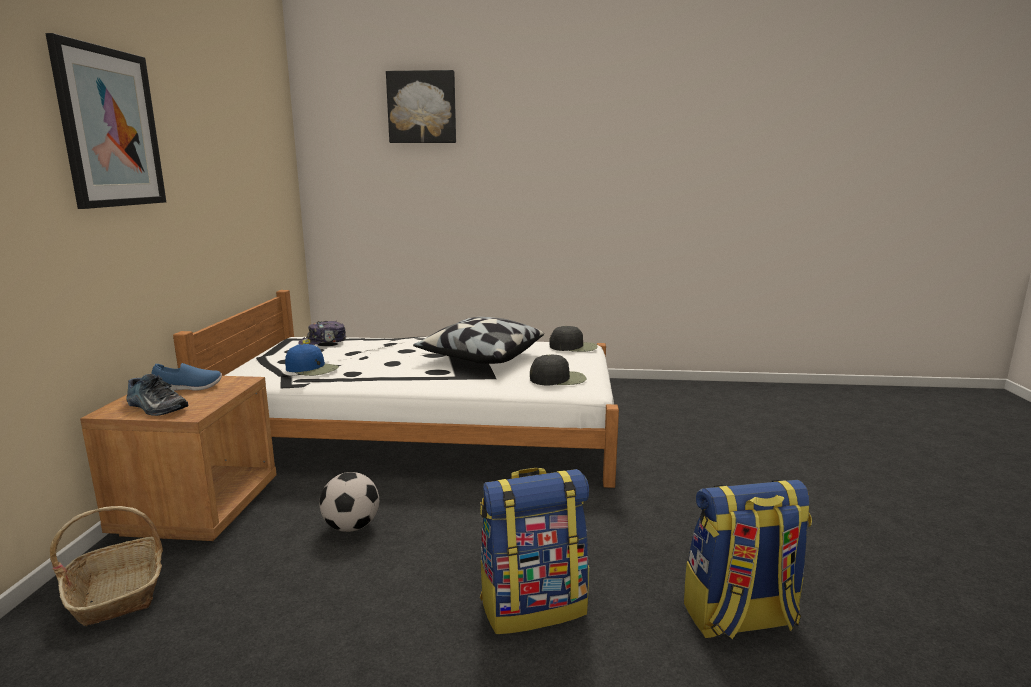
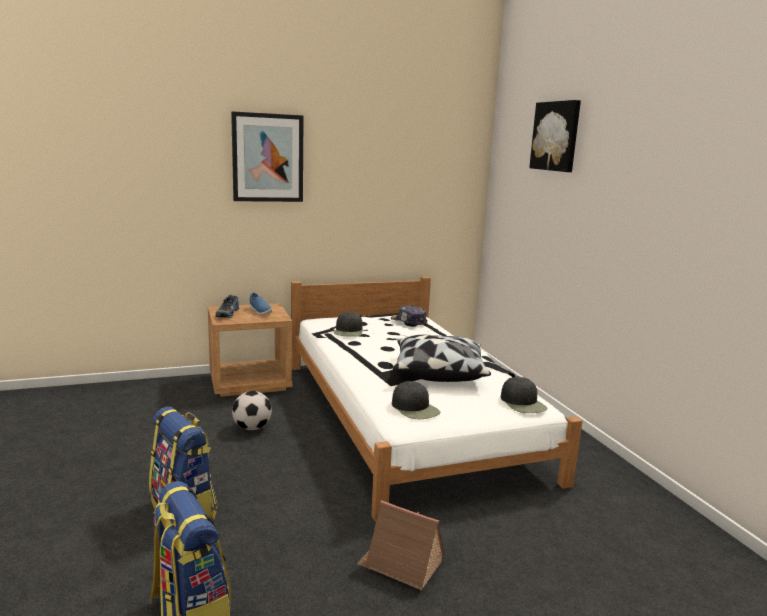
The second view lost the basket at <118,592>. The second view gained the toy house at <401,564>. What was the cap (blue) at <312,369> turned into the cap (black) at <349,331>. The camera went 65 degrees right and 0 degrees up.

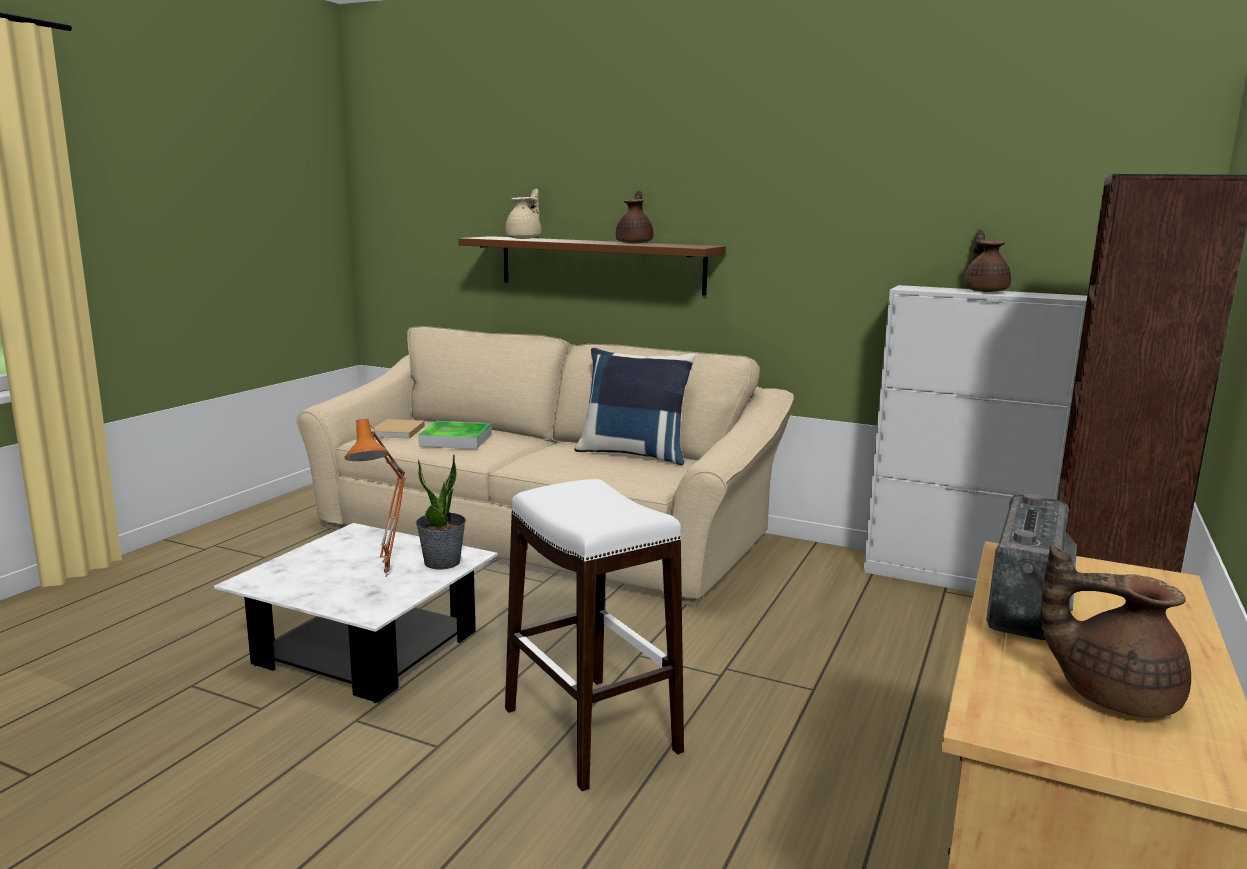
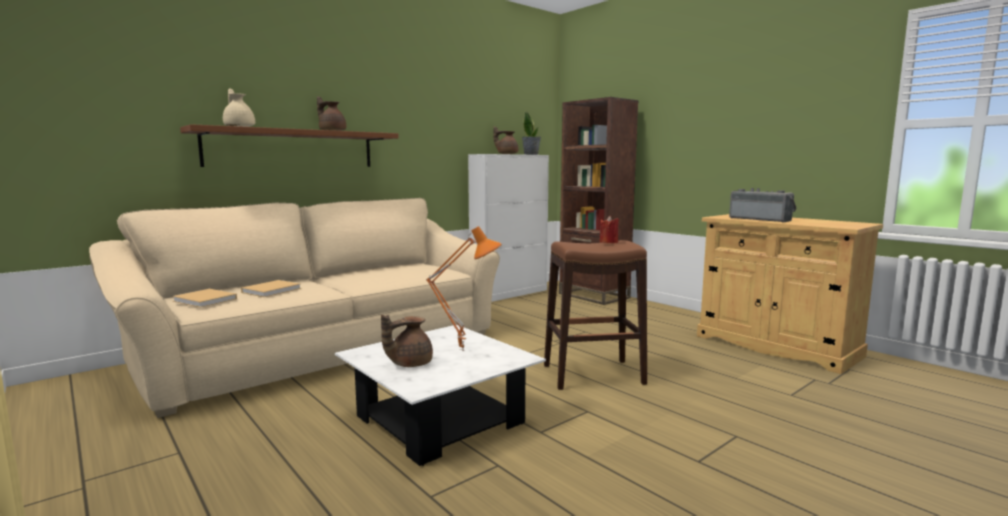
The second view lost the pillow (blue) at <634,454>. The second view gained the candle (red) at <608,242>. The potted plant ended up elsewhere, having gone from <442,562> to <531,154>. The teapot (brown) ended up elsewhere, having gone from <1112,694> to <409,364>. Where the tray stood at <456,440>, the book (beige) came to stand at <273,290>. What was the stool (white) at <592,730> turned into the stool (brown) at <593,374>. The camera went 65 degrees left and 5 degrees down.

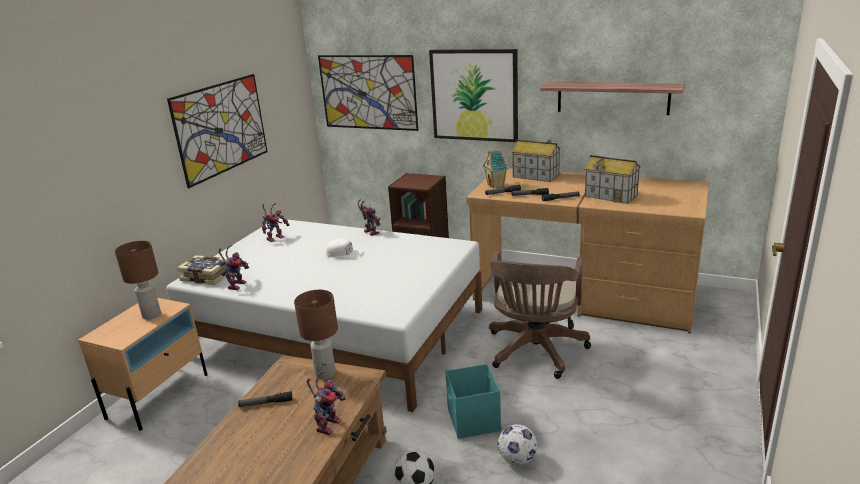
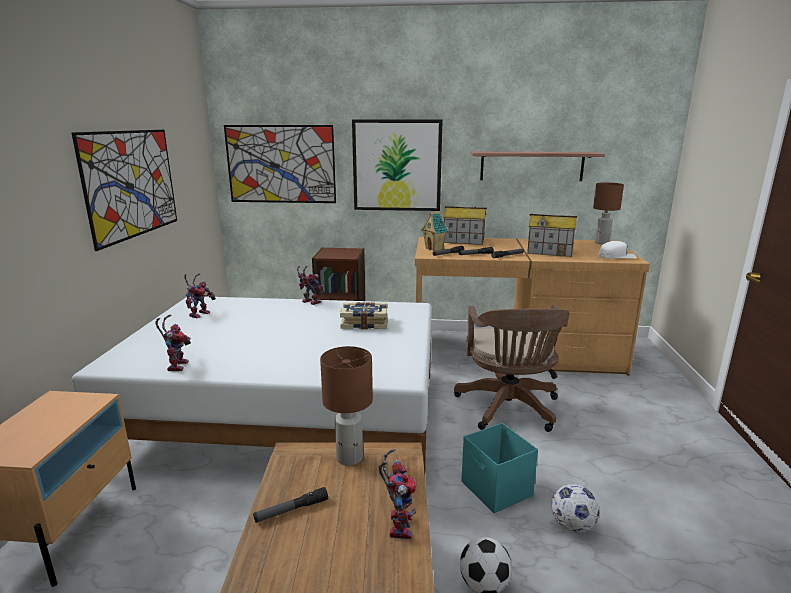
The table lamp (brown) ended up elsewhere, having gone from <151,315> to <602,243>. The book ended up elsewhere, having gone from <207,276> to <364,323>. The cap (white) ended up elsewhere, having gone from <344,254> to <616,256>. The camera went 20 degrees left and 5 degrees down.

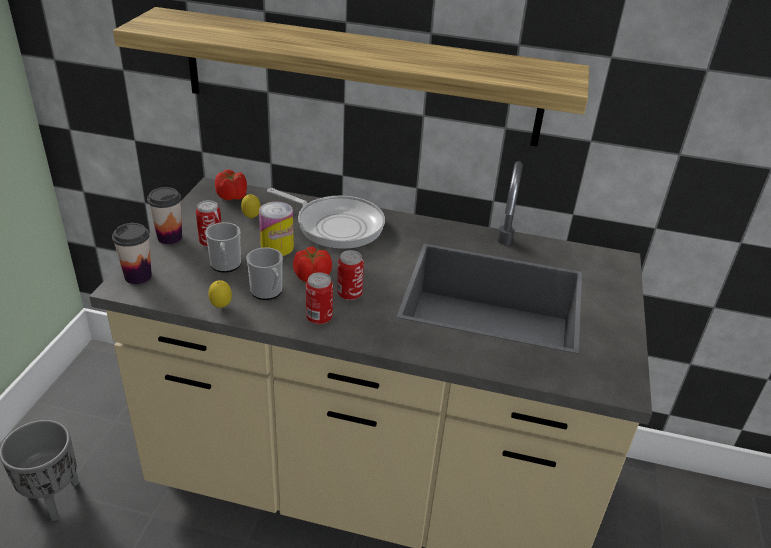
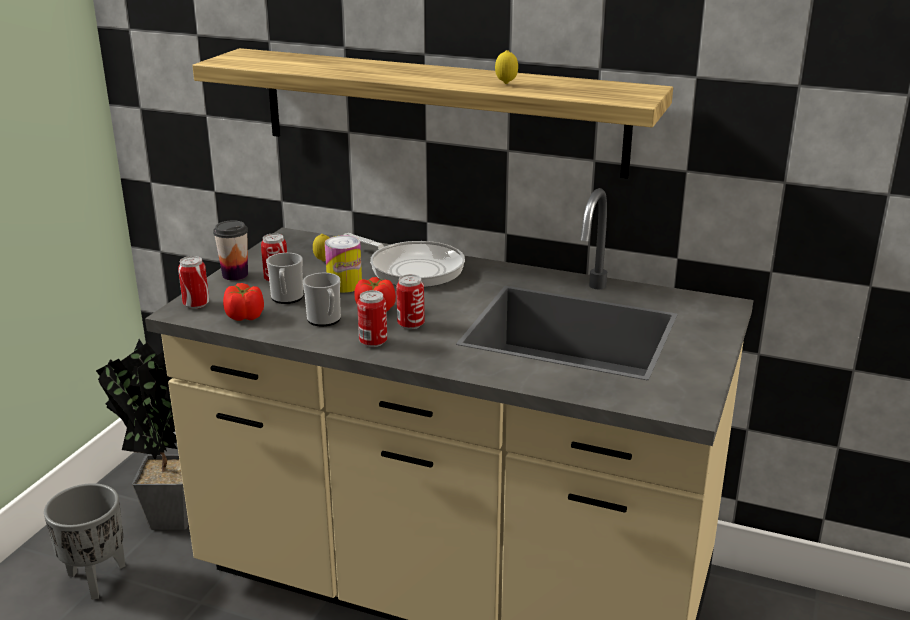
The second view gained the potted plant at <165,515>. The lemon ended up elsewhere, having gone from <221,307> to <506,84>. The tomato ended up elsewhere, having gone from <232,196> to <245,316>. Where the cup stood at <138,276>, the can came to stand at <196,304>. The camera went 10 degrees right and 10 degrees down.

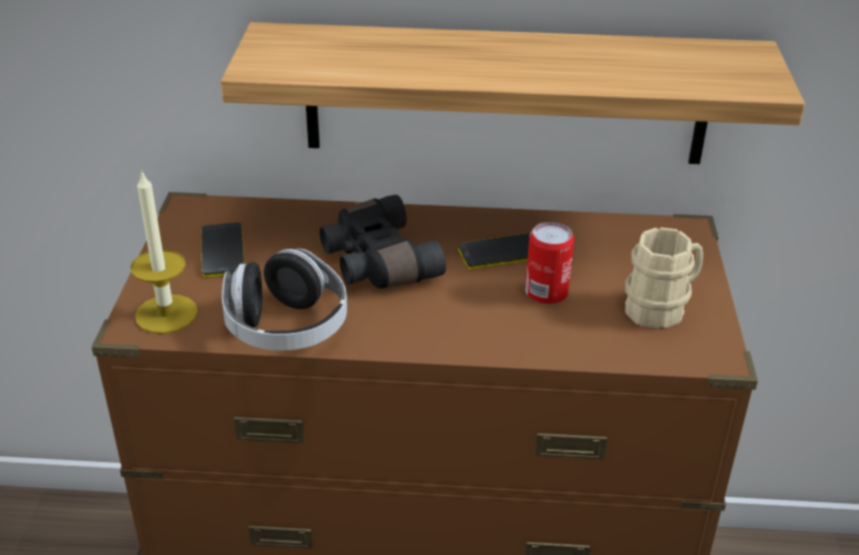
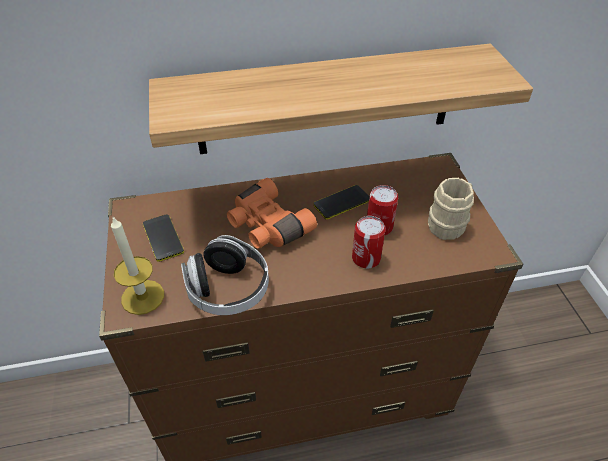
The second view gained the can at <366,258>. What was the binoculars (black) at <376,262> turned into the binoculars (orange) at <267,226>. The camera went 15 degrees left and 10 degrees up.

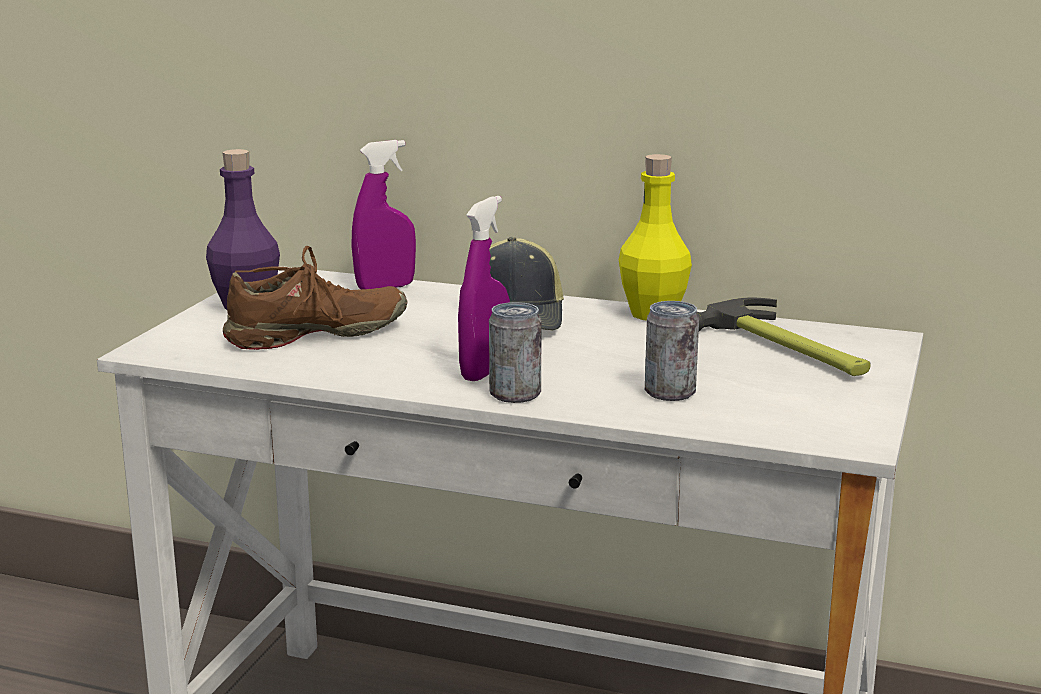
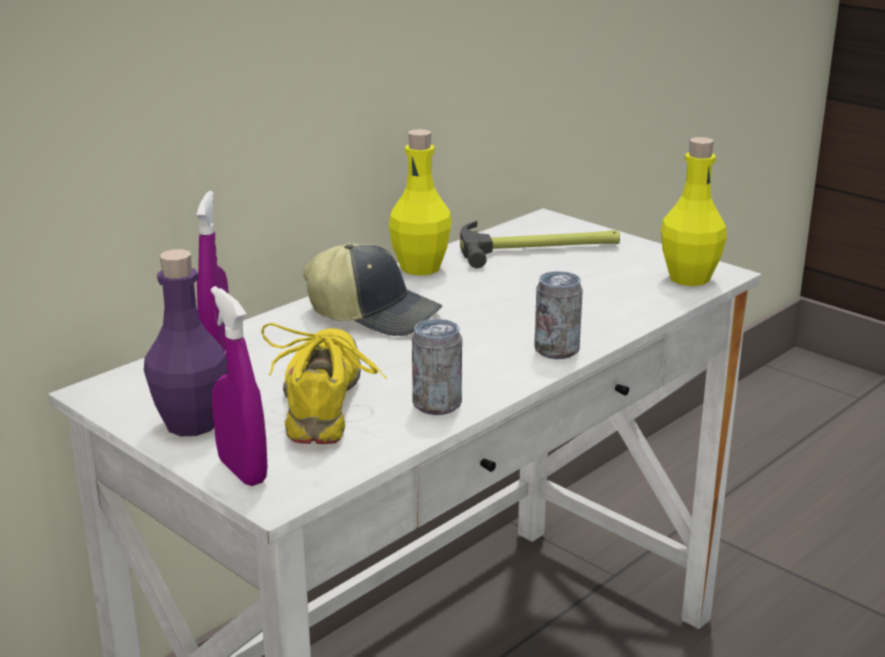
The second view gained the bottle (yellow) at <689,278>. The spray bottle (purple) ended up elsewhere, having gone from <485,372> to <242,471>. The can ended up elsewhere, having gone from <670,392> to <437,405>. What was the shoe (brown) at <316,335> turned into the shoe (yellow) at <325,403>. The camera went 65 degrees left and 5 degrees up.

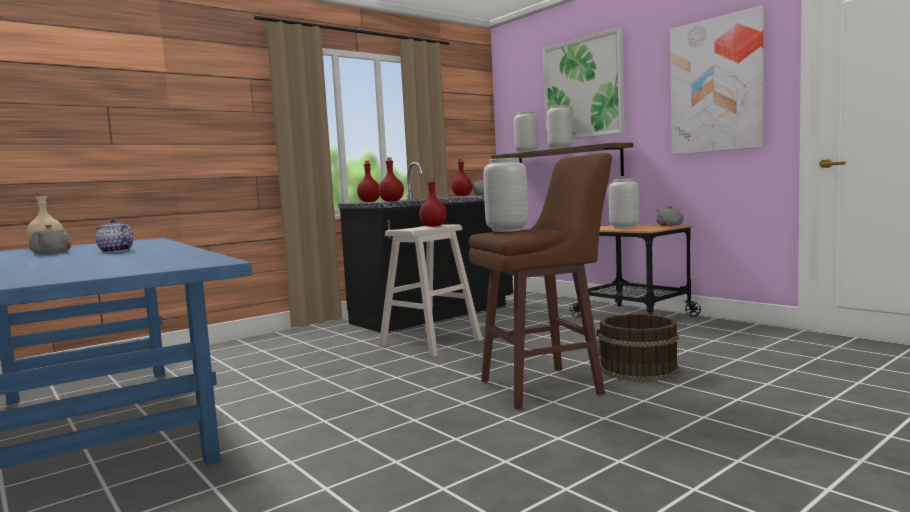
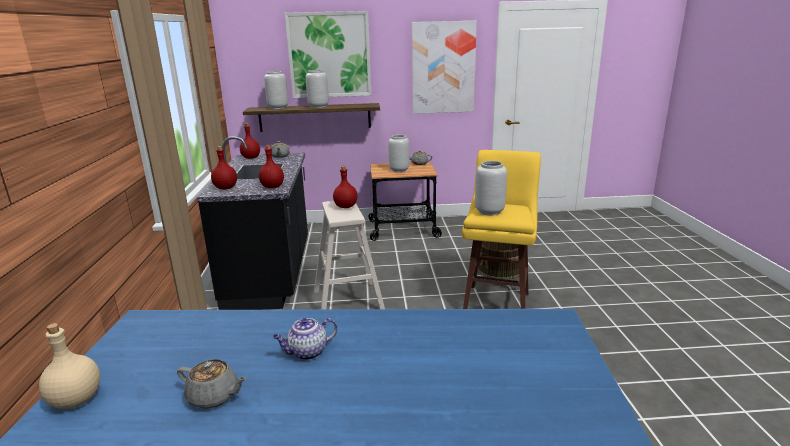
What was the stool (brown) at <544,387> turned into the stool (yellow) at <497,302>. The camera went 55 degrees left and 15 degrees up.

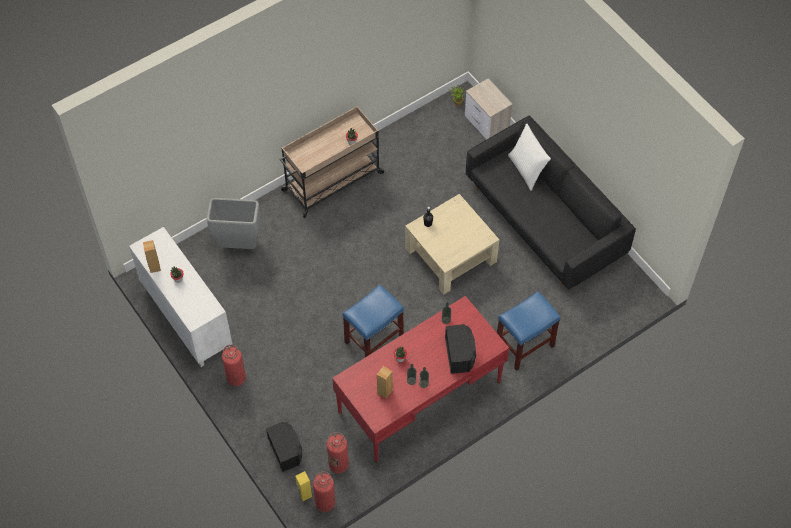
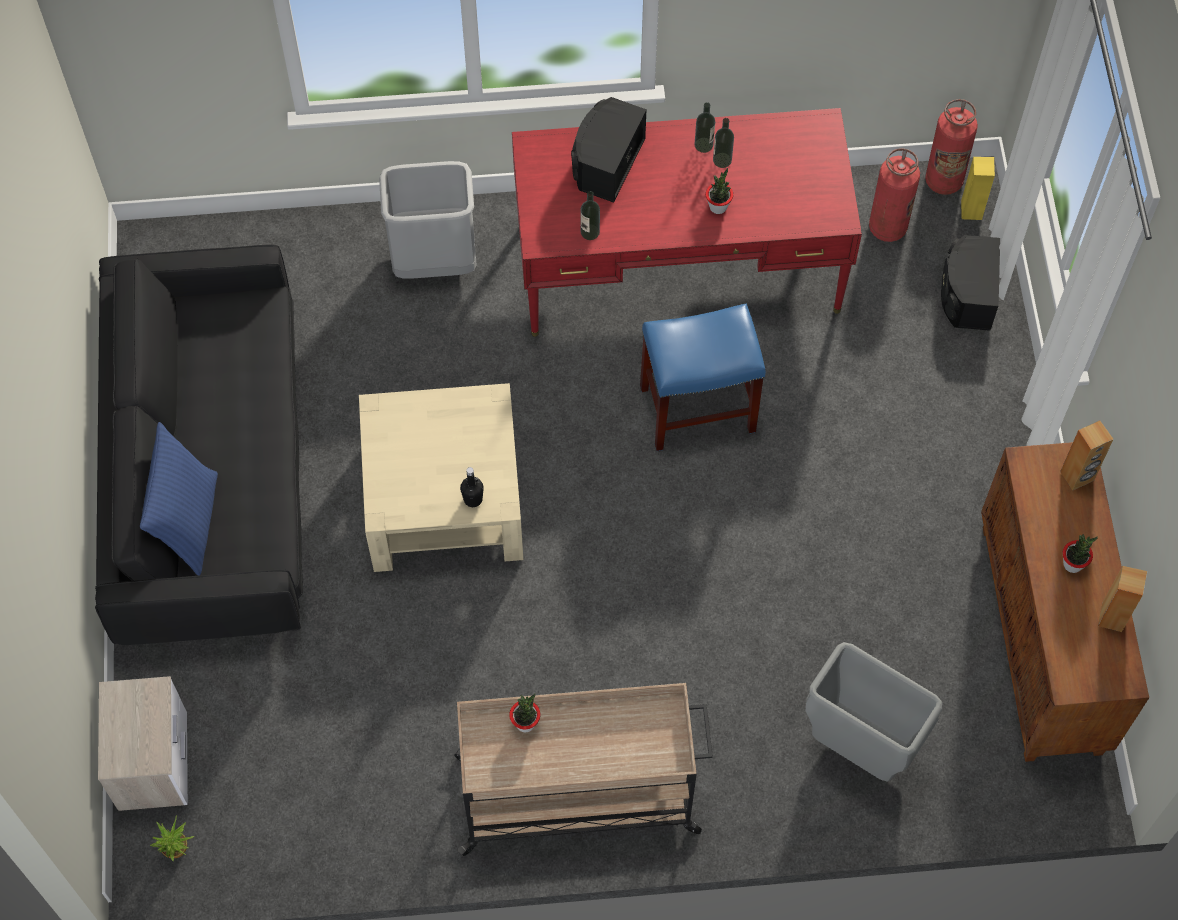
The second view lost the fire extinguisher at <236,378>. The speaker (brown) ended up elsewhere, having gone from <384,391> to <1077,476>. Where the stool (blue) stood at <524,346>, the trash can (grey) came to stand at <435,261>. What was the cabinet (white) at <186,317> turned into the cabinet (brown) at <1042,640>. What was the pillow (white) at <527,170> turned into the pillow (blue) at <188,522>. The camera went 150 degrees left and 5 degrees up.

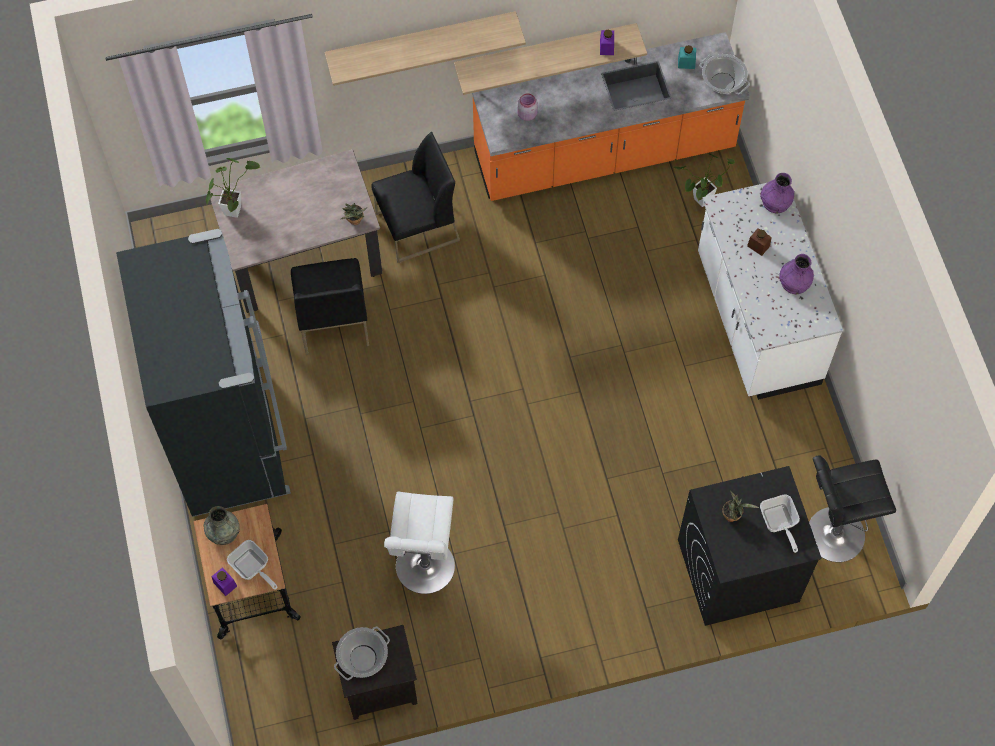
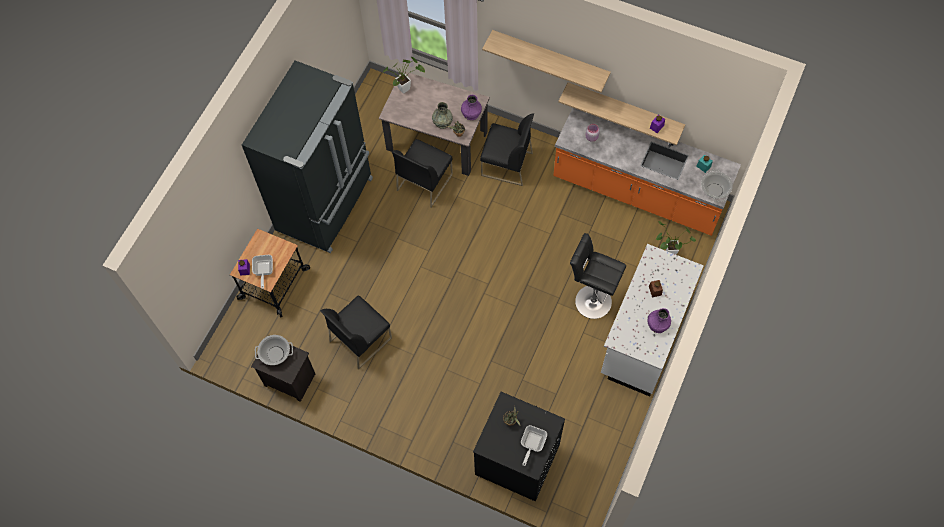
The vase (grey) ended up elsewhere, having gone from <223,532> to <442,121>. The vase (purple) ended up elsewhere, having gone from <775,202> to <471,113>. The stool (black) ended up elsewhere, having gone from <831,535> to <590,300>. Where the stool (white) stood at <425,570>, the chair (black) came to stand at <360,339>. The camera went 40 degrees right and 0 degrees up.

